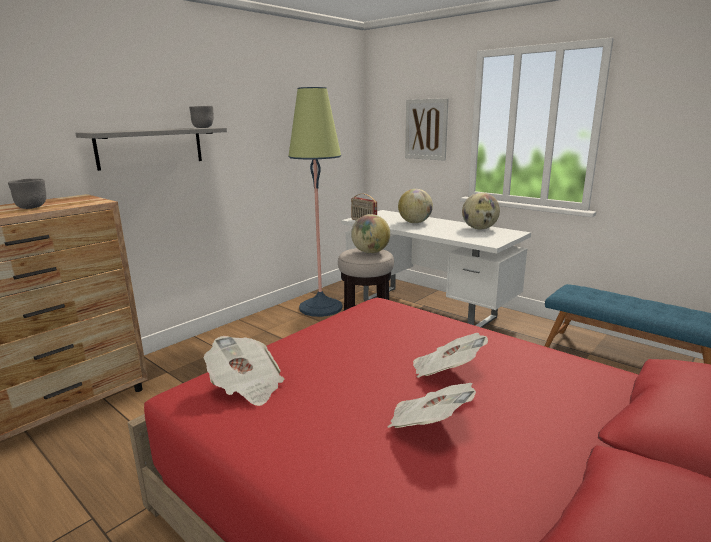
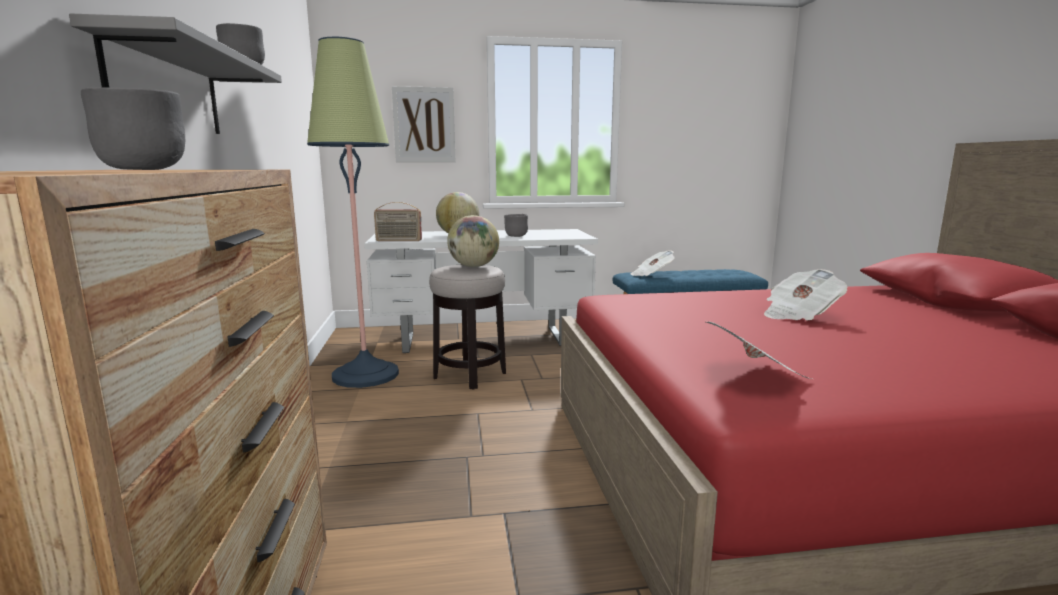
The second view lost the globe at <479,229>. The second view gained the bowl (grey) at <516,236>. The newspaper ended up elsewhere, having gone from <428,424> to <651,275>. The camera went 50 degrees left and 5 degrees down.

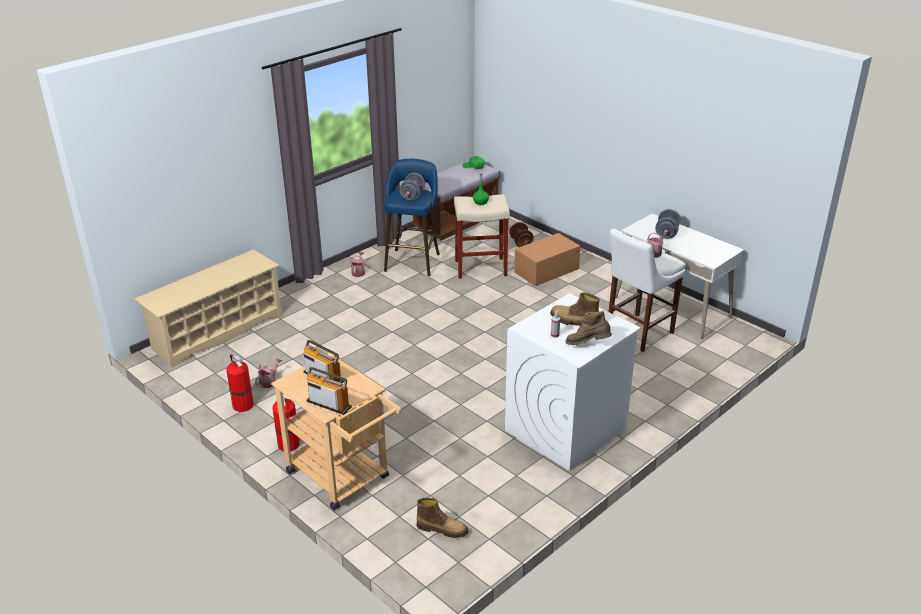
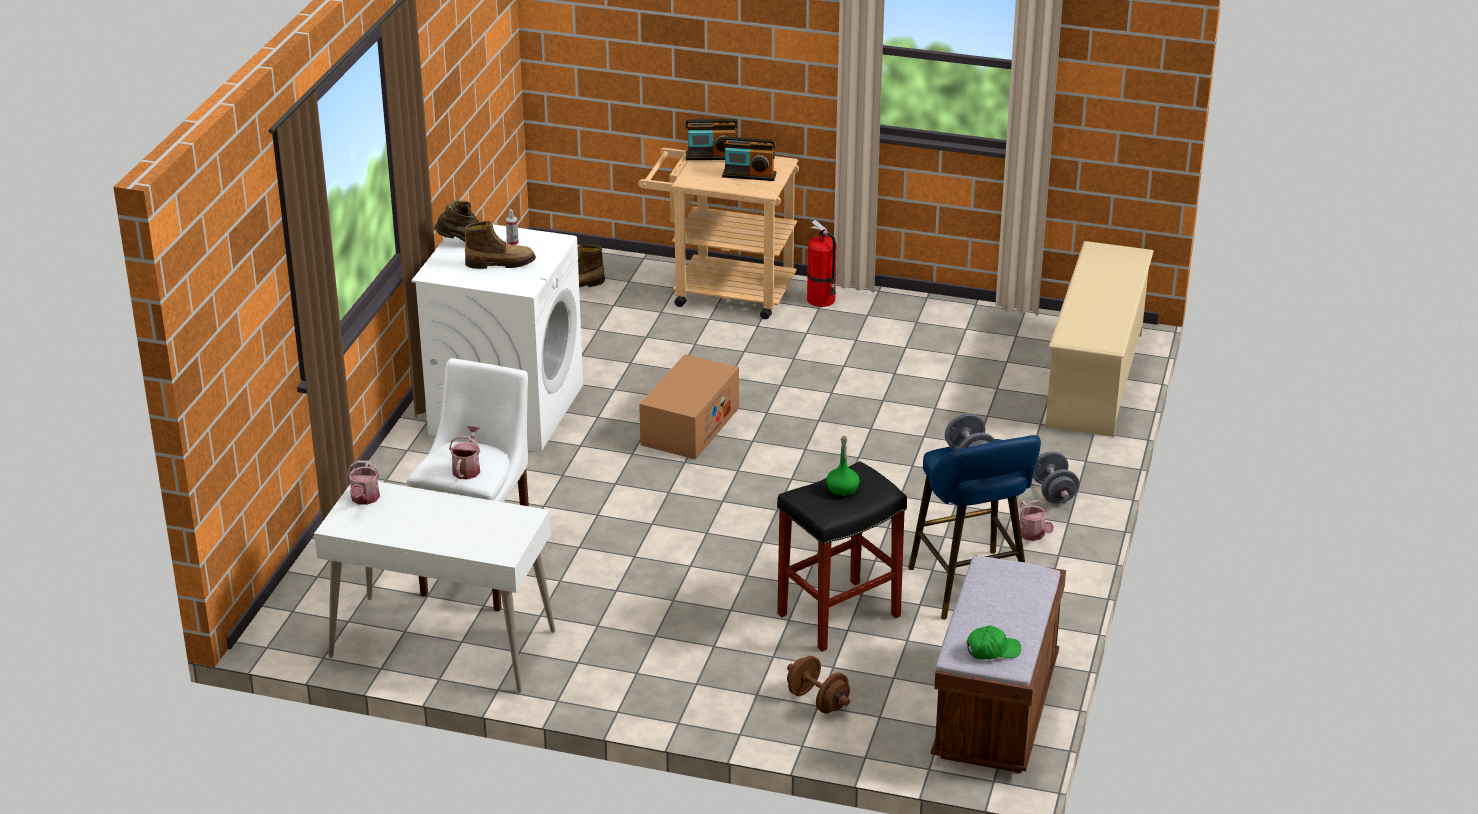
The second view lost the fire extinguisher at <242,404>. The watering can ended up elsewhere, having gone from <269,381> to <364,499>. The cardboard box ended up elsewhere, having gone from <546,270> to <690,426>. The dumbbell (grey) ended up elsewhere, having gone from <666,233> to <1053,493>. What was the stool (beige) at <481,267> turned into the stool (black) at <838,616>. The camera went 150 degrees right and 0 degrees up.

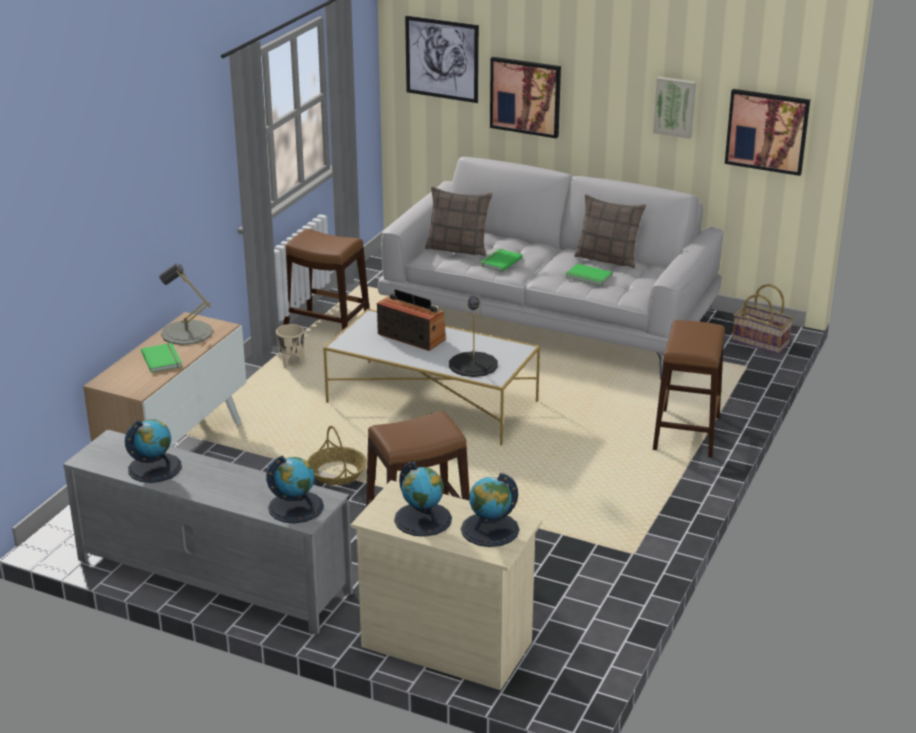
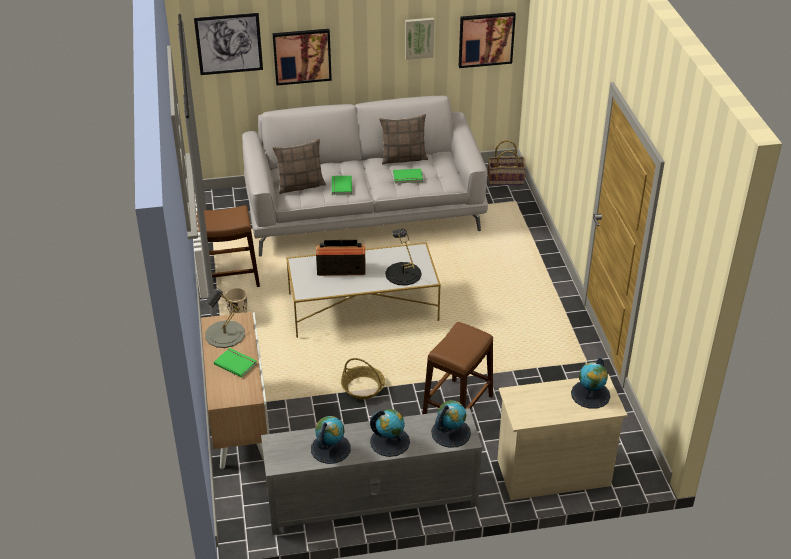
The second view lost the stool (brown) at <687,433>. The globe ended up elsewhere, having gone from <423,519> to <390,441>. The camera went 35 degrees left and 10 degrees up.

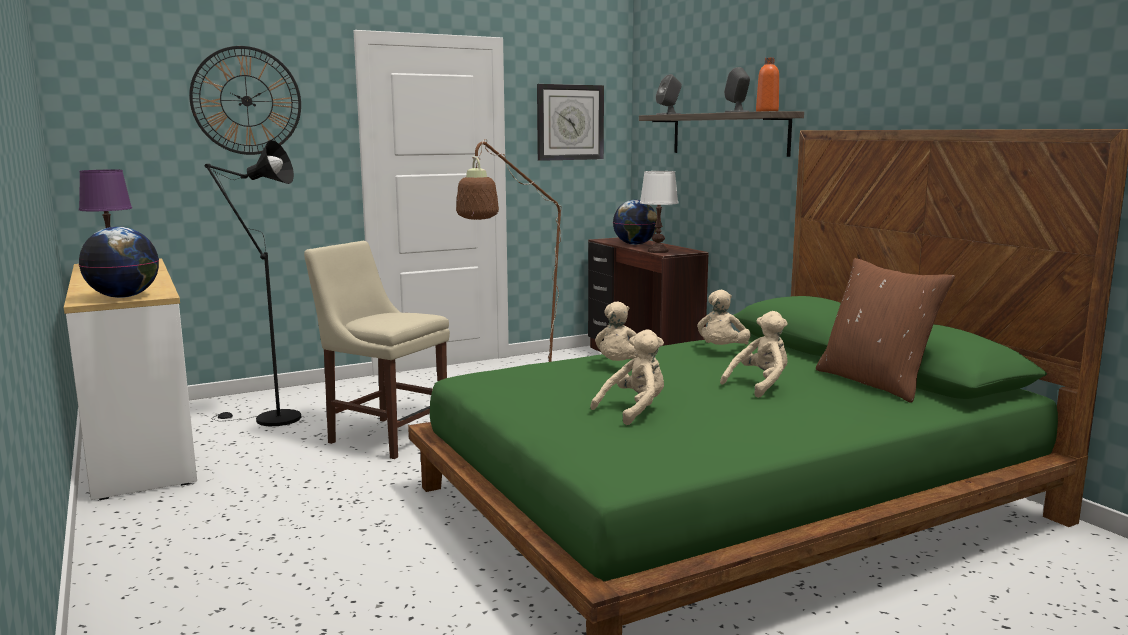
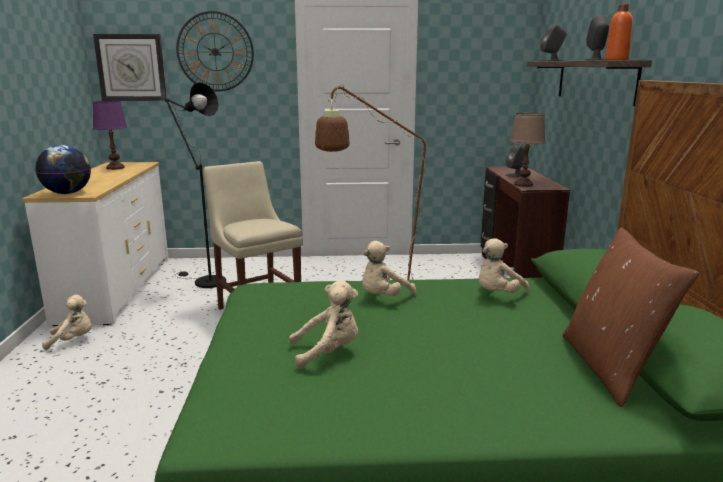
The wall clock ended up elsewhere, having gone from <570,122> to <131,68>. The plush toy (beige) ended up elsewhere, having gone from <760,385> to <73,340>. Where the globe stood at <635,244>, the speaker (grey) came to stand at <516,175>. What was the table lamp (white) at <657,251> turned into the table lamp (brown) at <523,184>. The camera went 25 degrees right and 5 degrees up.

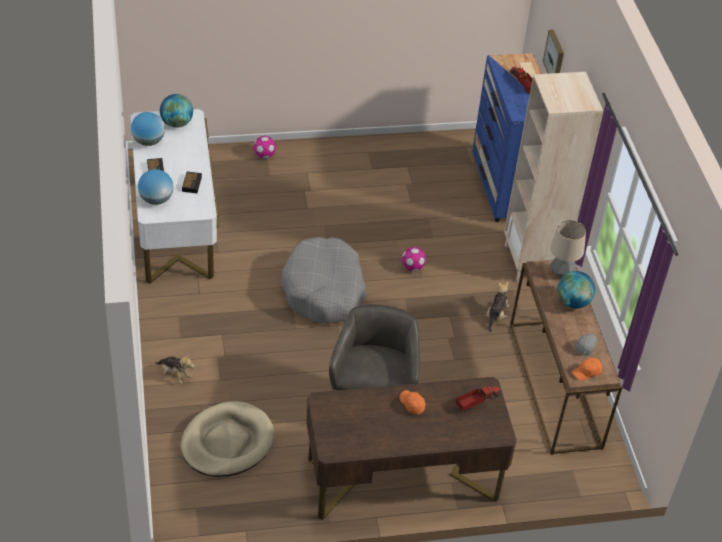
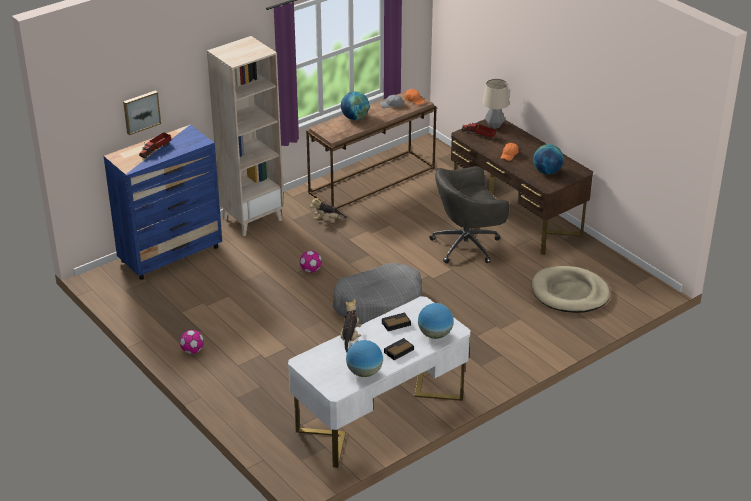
The plush toy ended up elsewhere, having gone from <175,374> to <350,337>. The globe ended up elsewhere, having gone from <177,123> to <547,172>. The football ended up elsewhere, having gone from <264,155> to <192,351>. The table lamp ended up elsewhere, having gone from <561,273> to <494,126>. The camera went 115 degrees left and 10 degrees down.

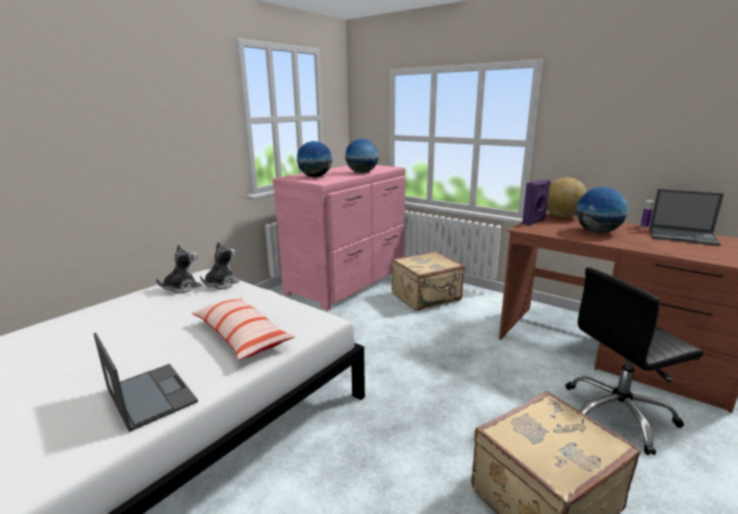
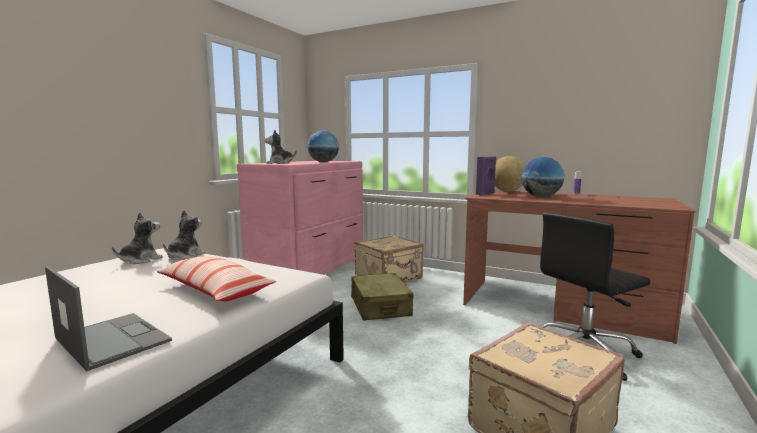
The second view lost the laptop at <683,236>. The second view gained the suitcase (beige) at <380,307>. Where the globe stood at <315,176>, the plush toy came to stand at <279,163>. The camera went 10 degrees left and 10 degrees down.

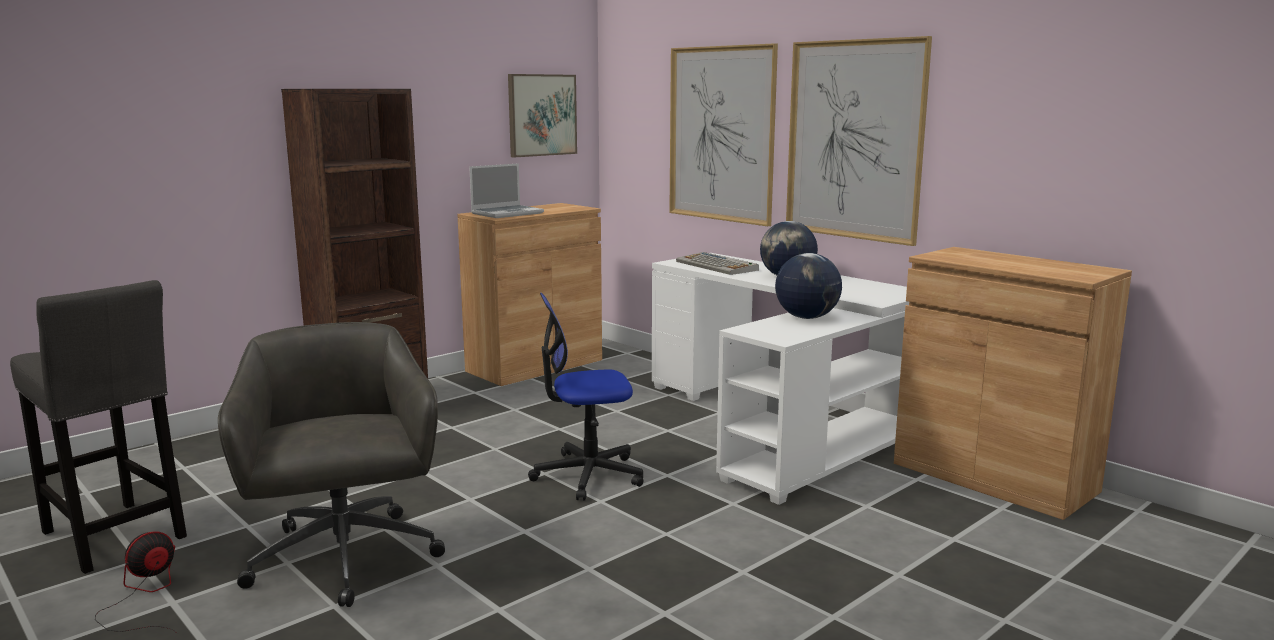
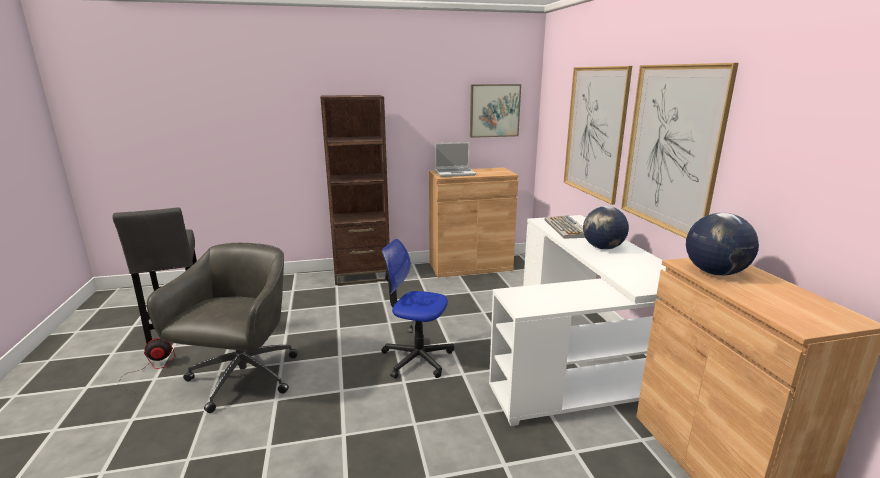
The globe ended up elsewhere, having gone from <807,317> to <715,273>. The camera went 30 degrees right and 5 degrees up.

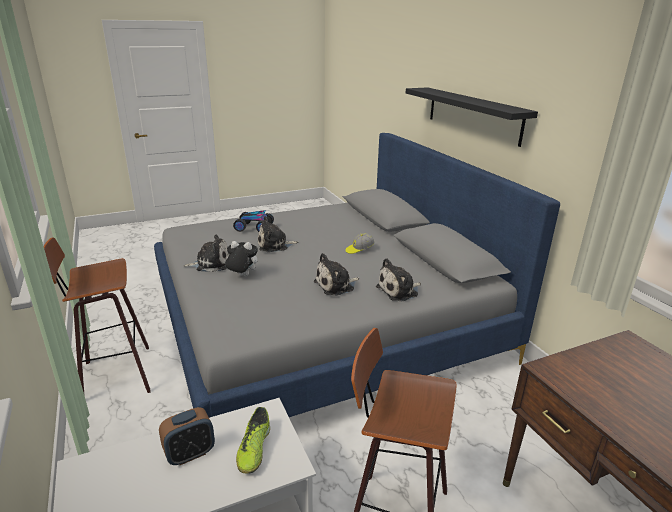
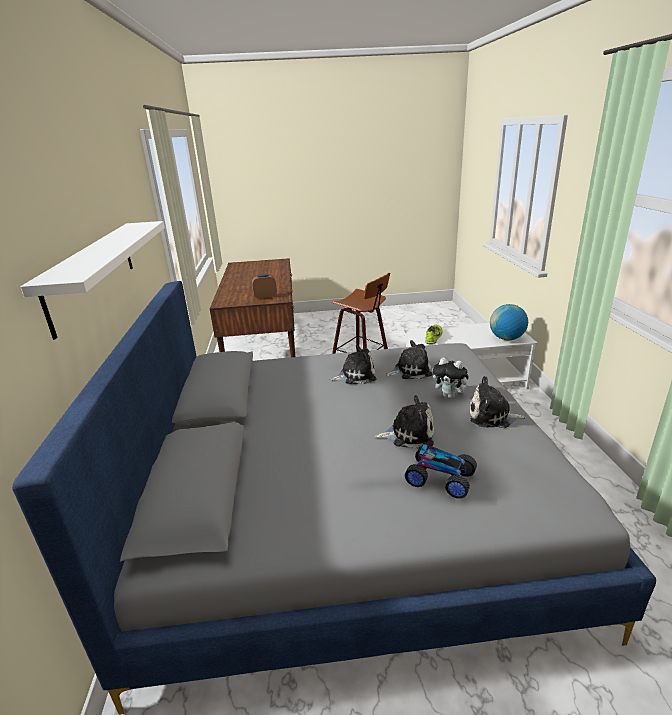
The second view lost the stool at <114,375>. The second view lost the cap at <359,249>. The second view gained the globe at <506,338>. The alarm clock ended up elsewhere, having gone from <190,454> to <265,297>. The plush toy ended up elsewhere, having gone from <399,291> to <410,371>. What was the shelf (black) at <472,114> turned into the shelf (white) at <93,272>. The camera went 160 degrees left and 0 degrees up.

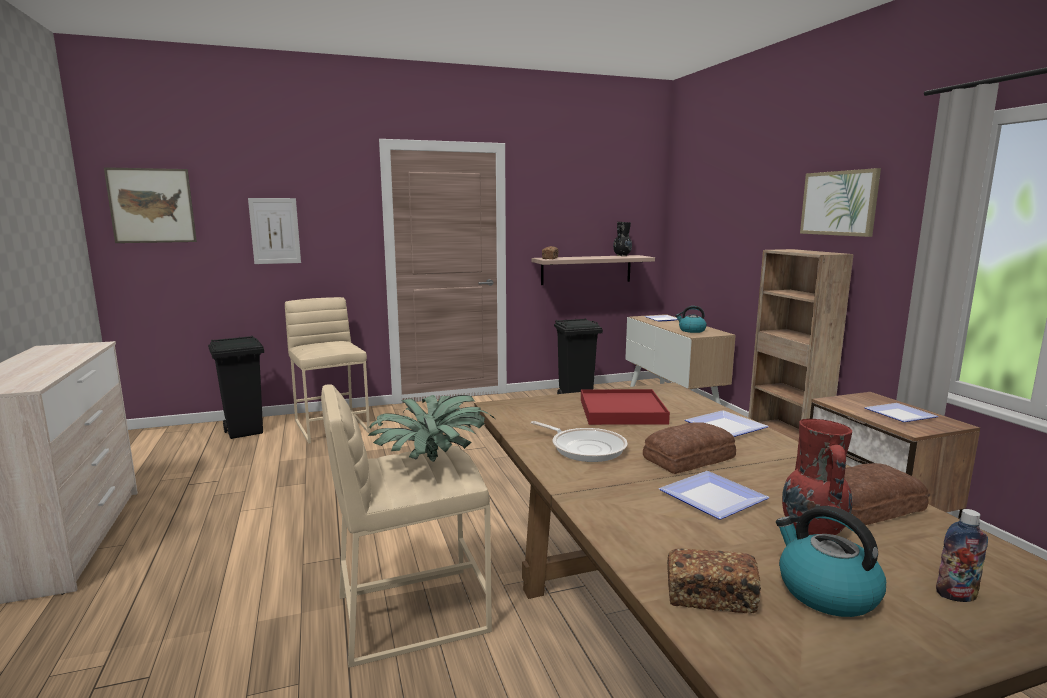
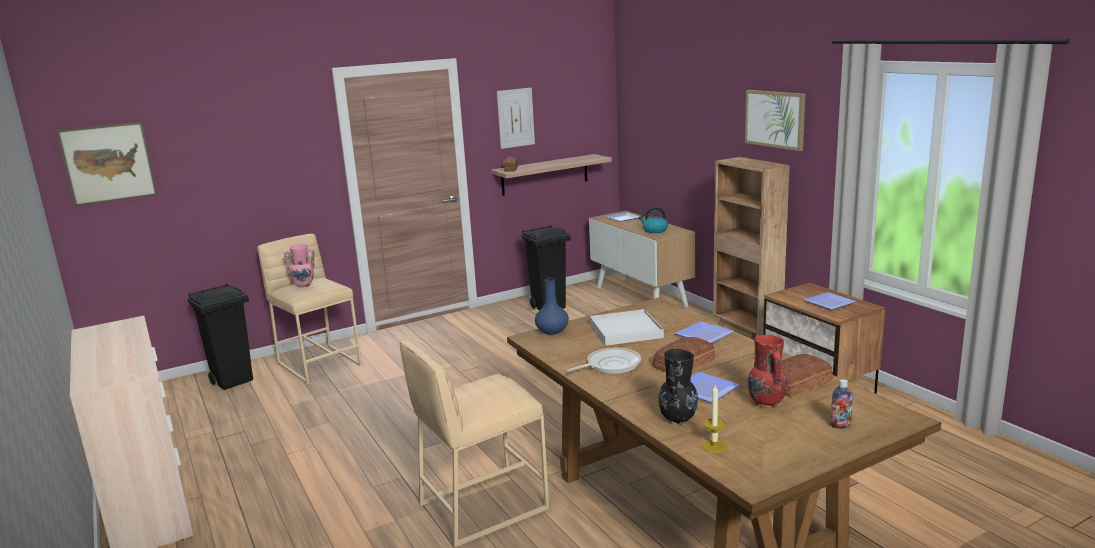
The second view lost the potted plant at <431,464>. The second view lost the kettle at <825,592>. The second view gained the vase (pink) at <304,285>. The second view gained the vase (blue) at <552,331>. The picture ended up elsewhere, having gone from <275,231> to <515,118>. The vase (black) ended up elsewhere, having gone from <622,256> to <678,419>. Where the bread stood at <710,597>, the candle came to stand at <714,446>. What was the tray (red) at <622,411> turned into the tray (white) at <625,331>. The frying pan at <585,448> ended up facing another way, 60 degrees counterclockwise from before. The camera went 10 degrees left and 5 degrees up.

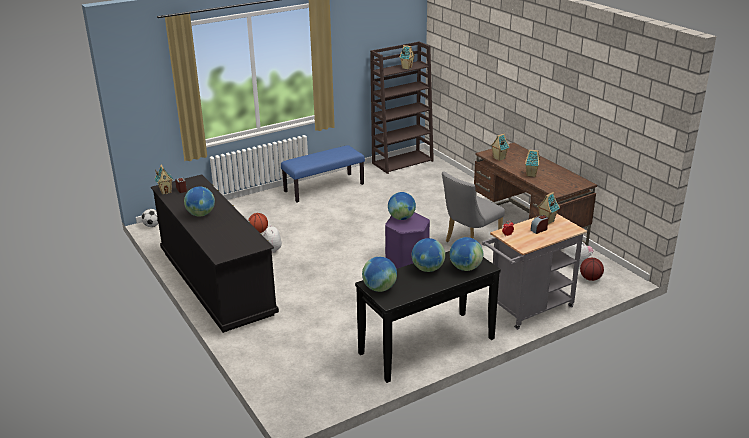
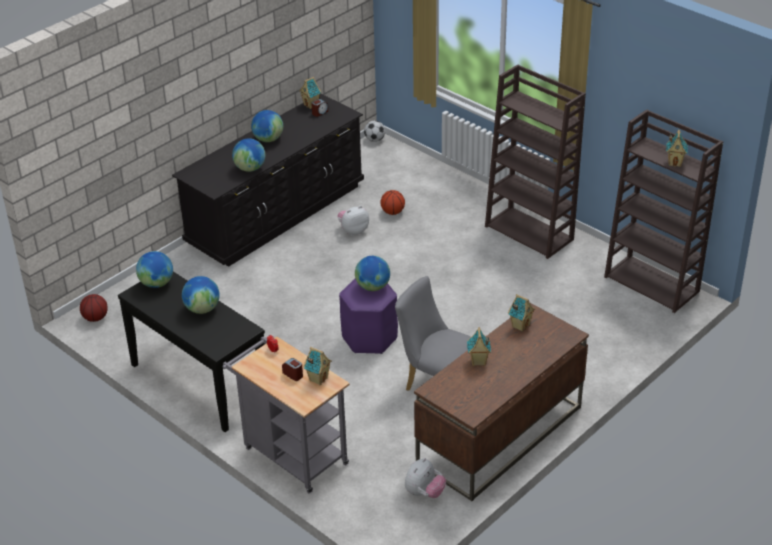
The globe ended up elsewhere, having gone from <465,268> to <250,168>. The basketball ended up elsewhere, having gone from <590,278> to <95,318>. Where the bench (blue) stood at <324,187>, the bookcase (brown) came to stand at <530,233>. The camera went 75 degrees right and 10 degrees up.

